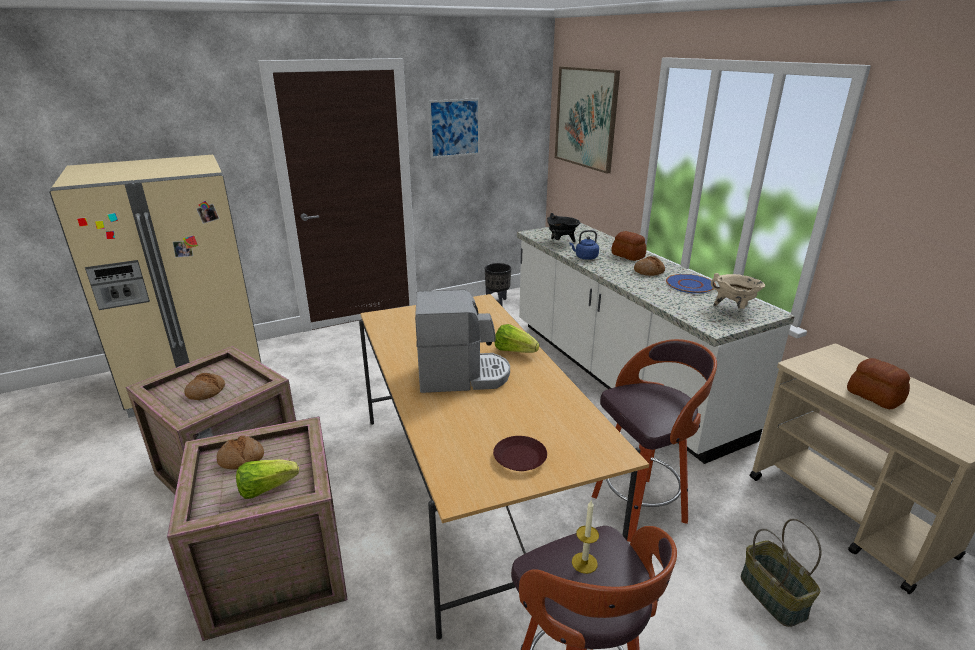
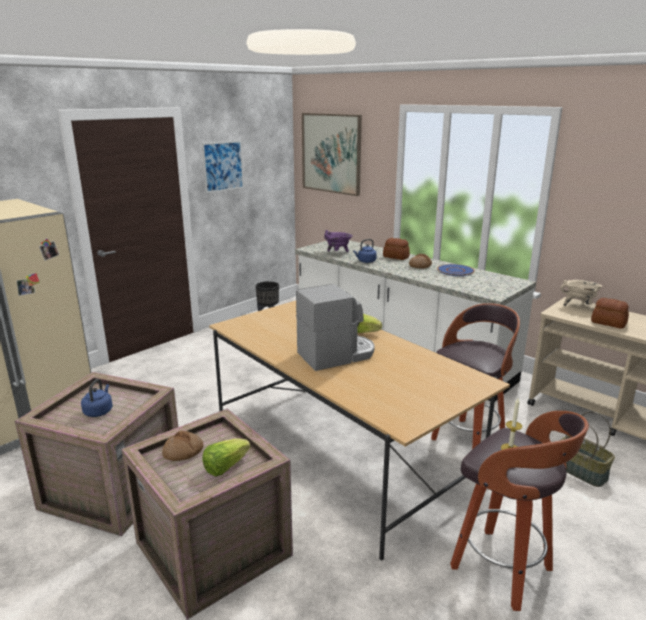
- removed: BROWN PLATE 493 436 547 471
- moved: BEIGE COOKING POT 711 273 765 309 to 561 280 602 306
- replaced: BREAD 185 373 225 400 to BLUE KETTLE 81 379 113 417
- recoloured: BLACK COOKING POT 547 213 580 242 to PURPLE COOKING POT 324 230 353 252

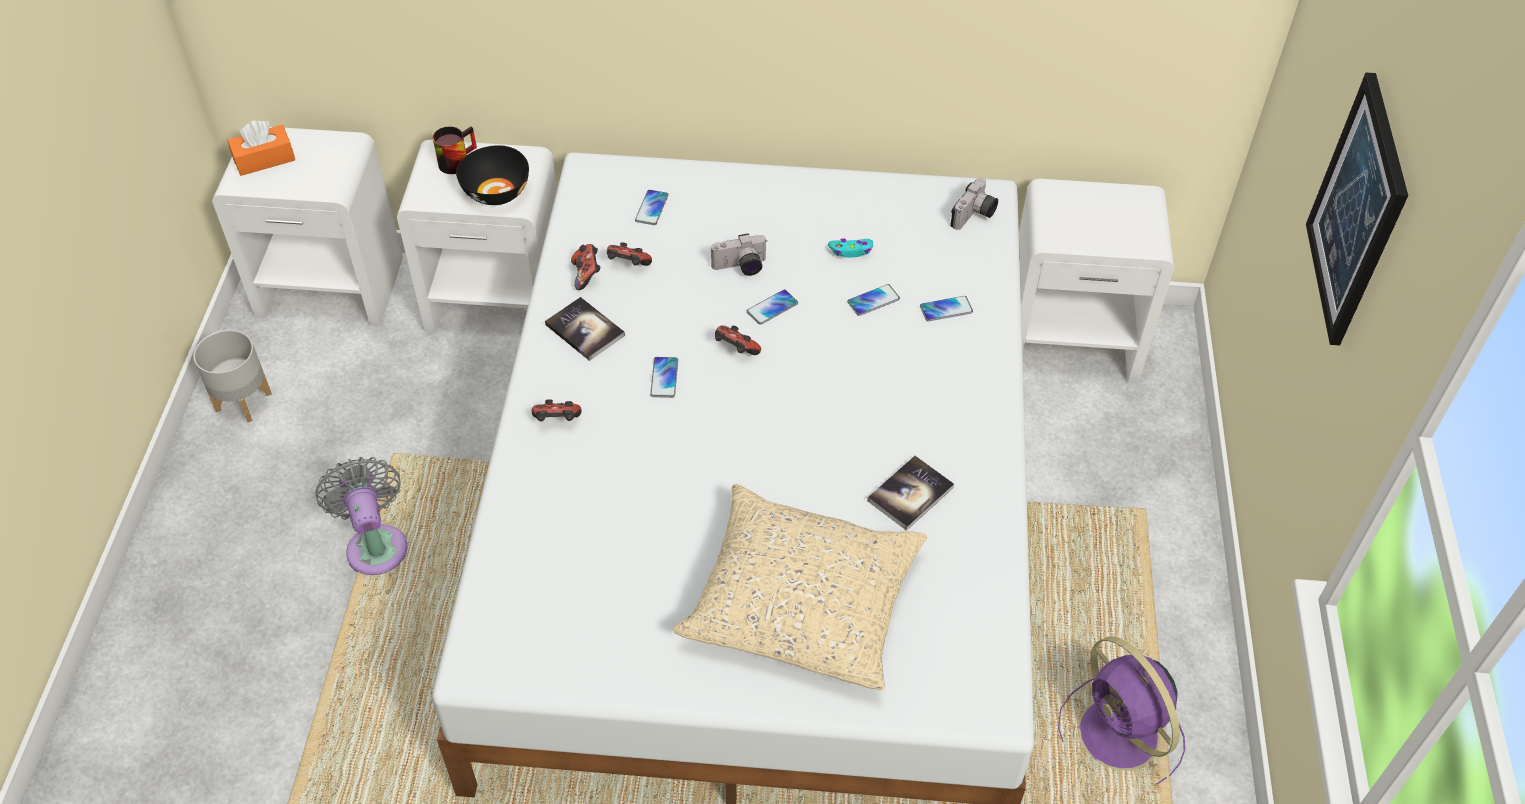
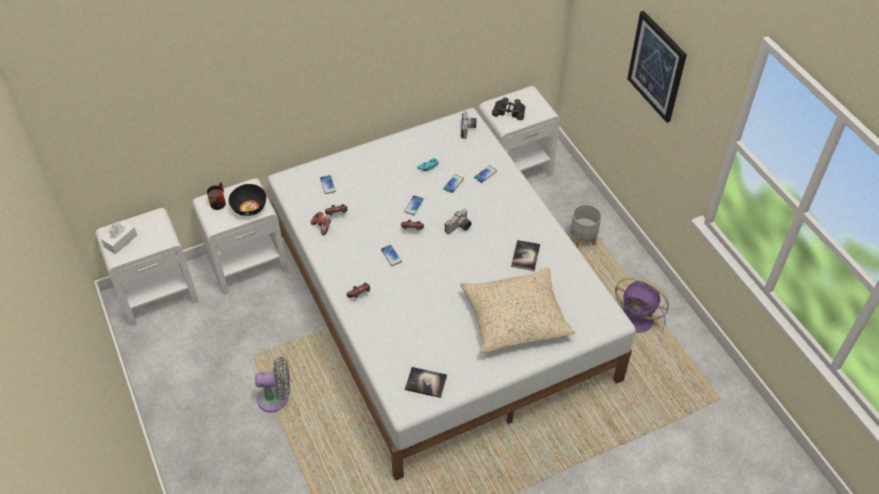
- added: BLACK BINOCULARS 492 97 525 120
- moved: GREY PLANTER 193 330 272 422 to 570 204 601 248
- moved: BOOK 545 297 625 361 to 405 367 447 398
- moved: PHOTO CAMERA 711 233 767 276 to 445 209 472 234
- recoloured: ORANGE TISSUE BOX 228 120 295 176 to WHITE TISSUE BOX 101 220 137 254
- turned: GREY FAN 315 457 408 575 = 255 357 290 413 135 degrees clockwise

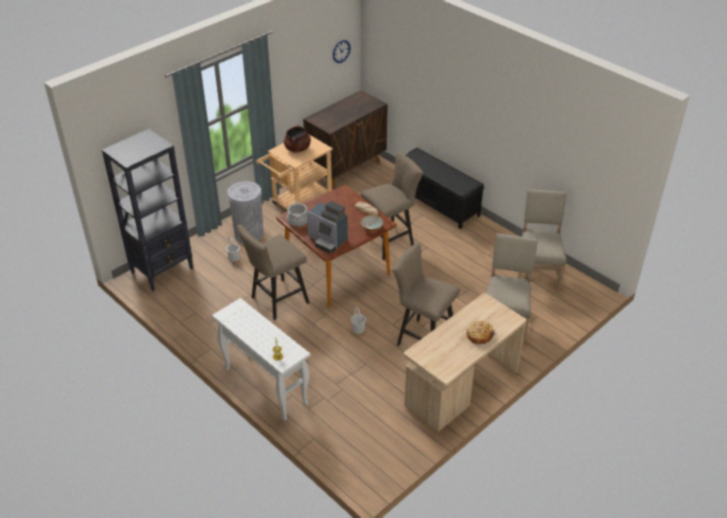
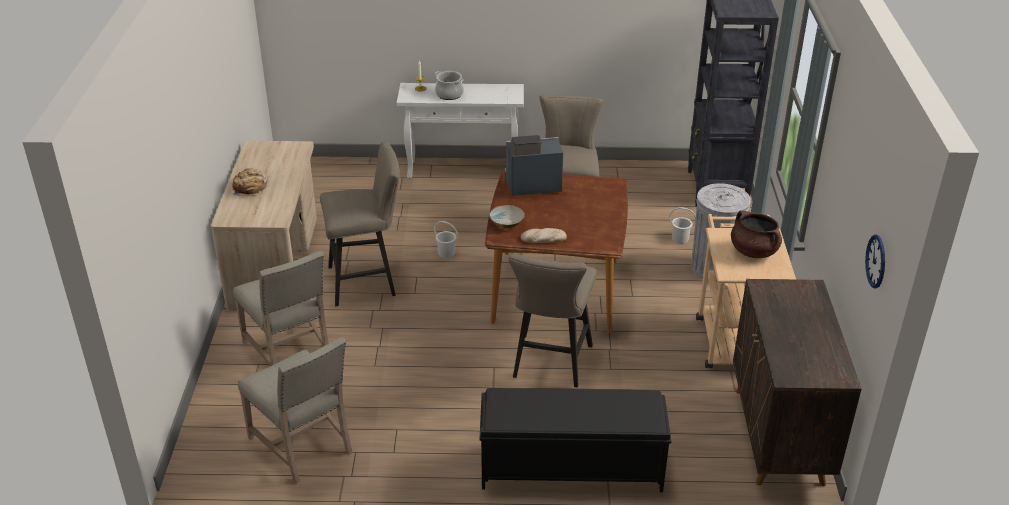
- moved: COOKING POT 287 201 307 227 to 435 71 464 100

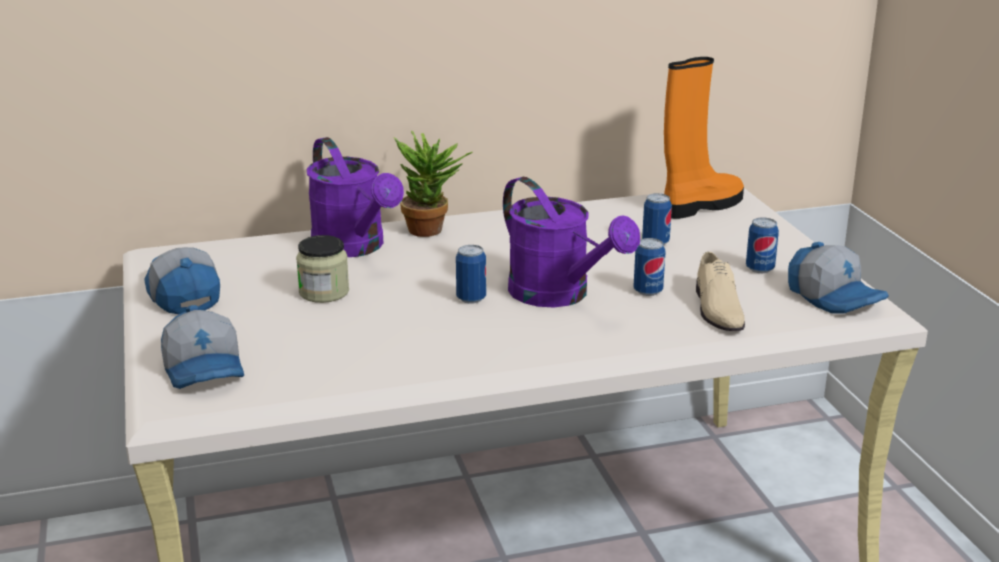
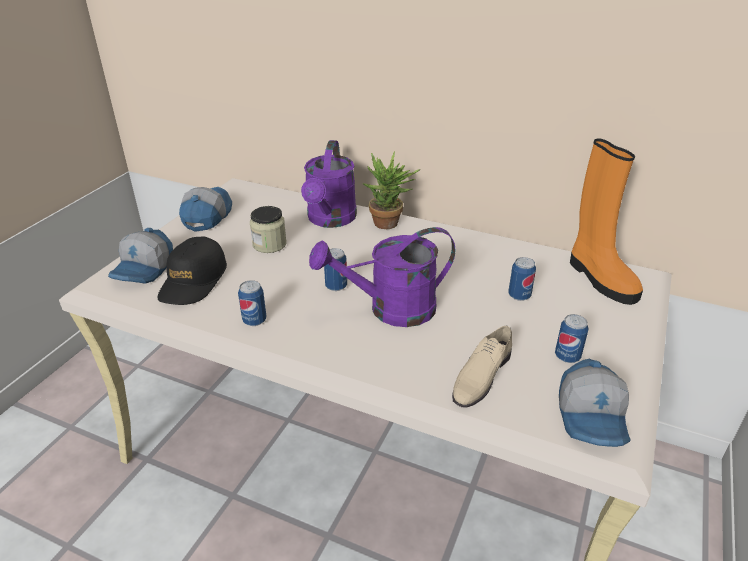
- added: BLACK CAP 158 237 227 305
- moved: CAN 634 238 665 296 to 238 280 267 326
- turned: PURPLE WATERING CAN 503 177 640 308 = 309 227 455 327 75 degrees clockwise
- turned: ORANGE BOOT 664 57 744 219 = 570 138 643 305 60 degrees clockwise

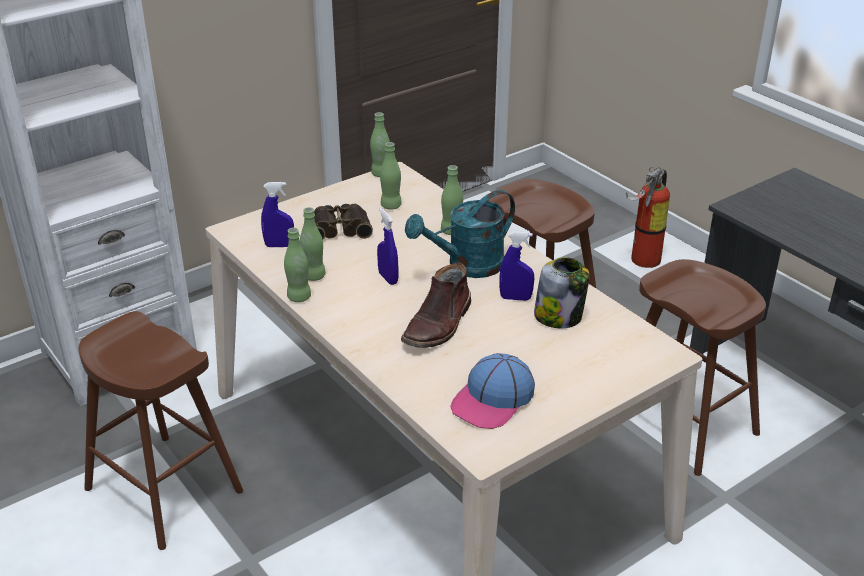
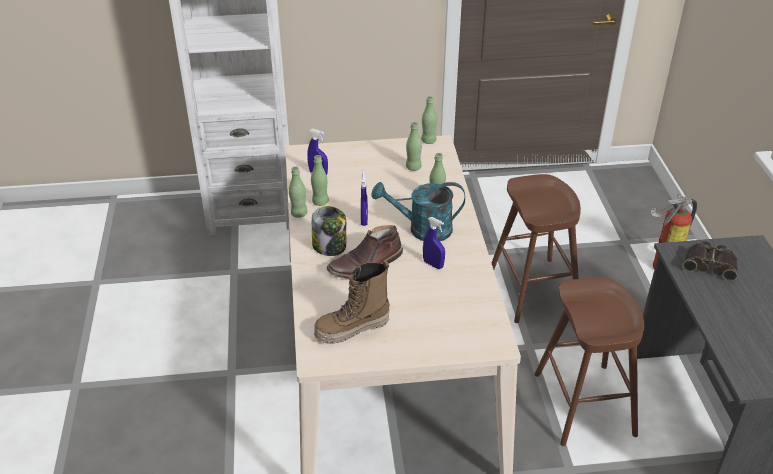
- removed: BROWN STOOL 79 311 243 550
- moved: BINOCULARS 314 204 373 240 to 683 242 738 281
- moved: JAR 534 257 590 329 to 312 206 347 256
- replaced: CAP 450 353 535 429 to BOOT 314 260 390 344

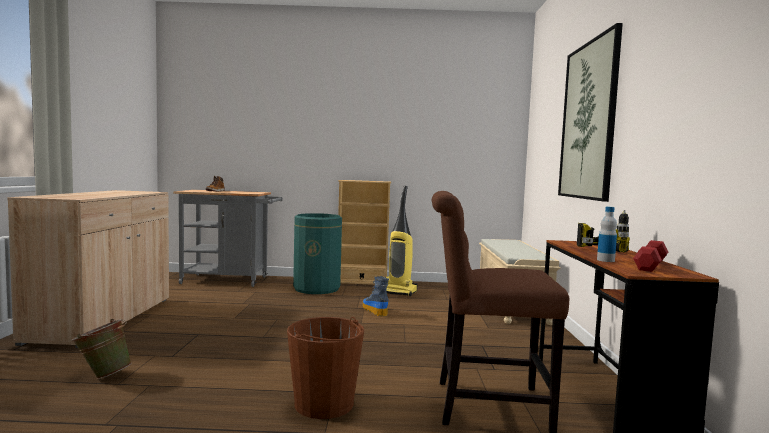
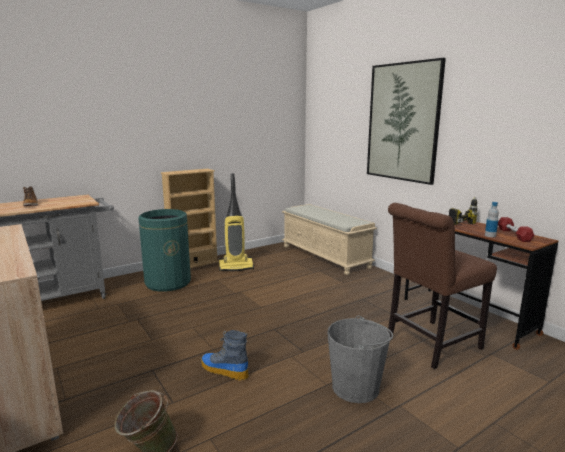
- moved: BOOT 363 276 389 317 to 201 330 249 380
- recoloured: BROWN BUCKET 287 317 364 419 to GREY BUCKET 327 316 393 403

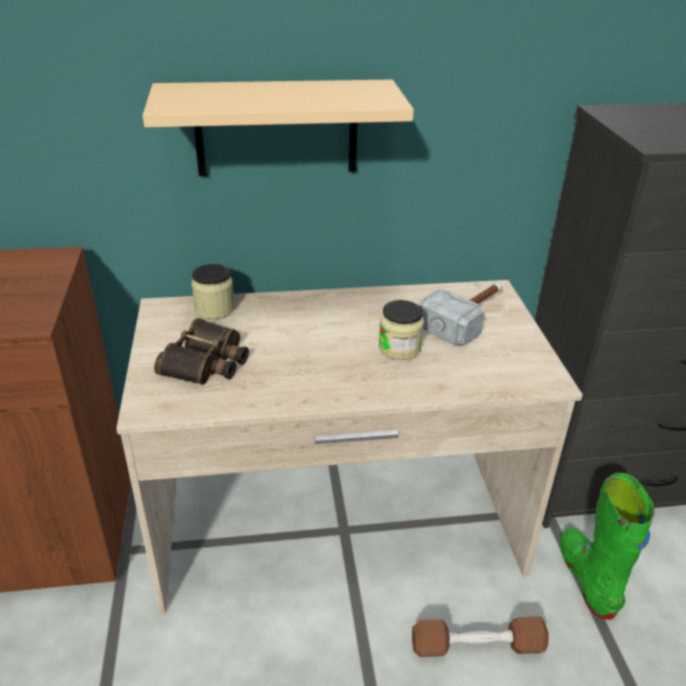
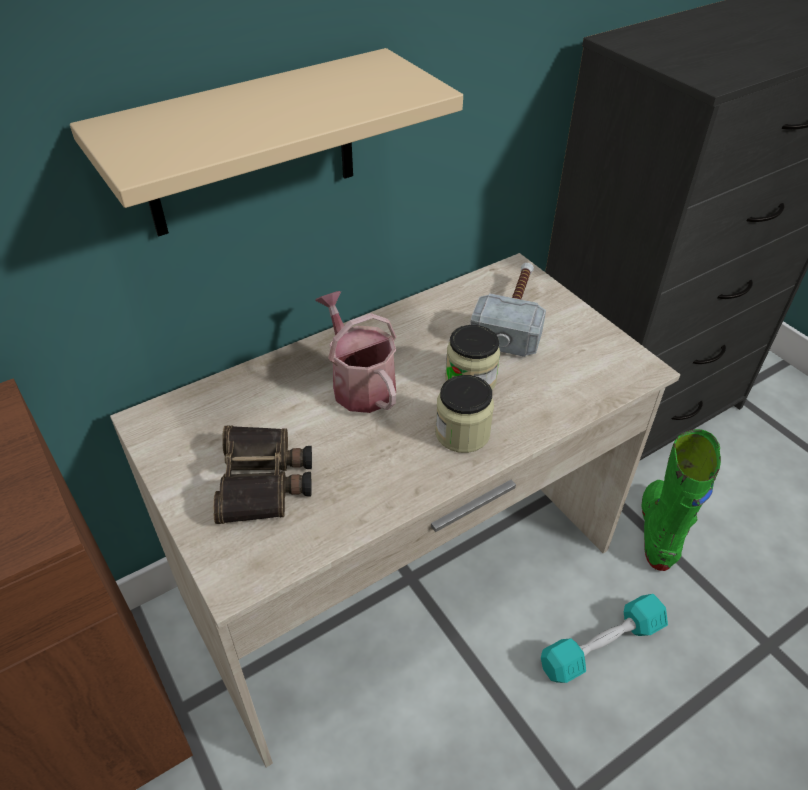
- added: WATERING CAN 315 291 396 413
- moved: JAR 191 264 235 319 to 435 375 494 453
- recoloured: BROWN DUMBBELL 412 616 549 657 to TURQUOISE DUMBBELL 541 594 668 683
- turned: GREEN BOOT 560 473 654 620 = 642 429 721 571 45 degrees clockwise

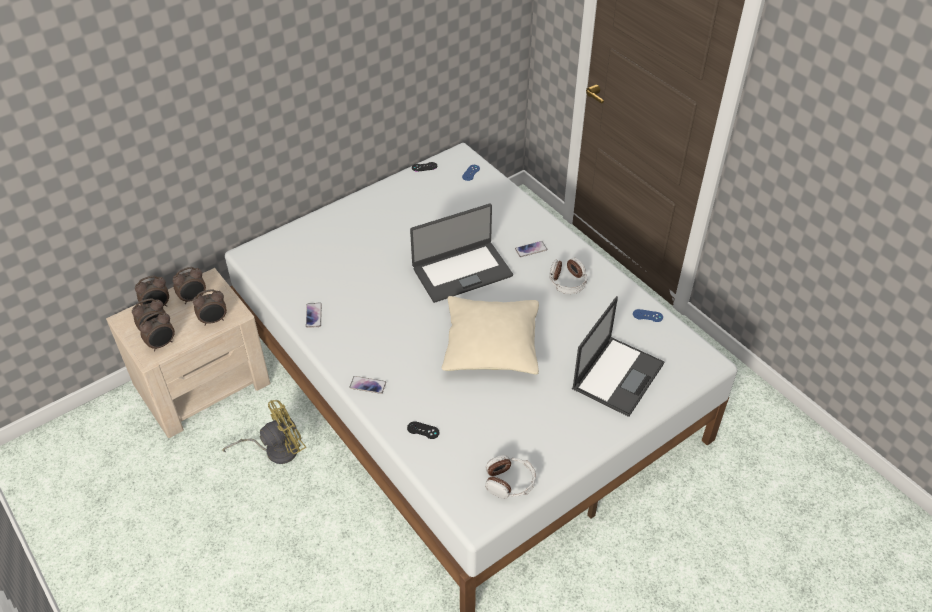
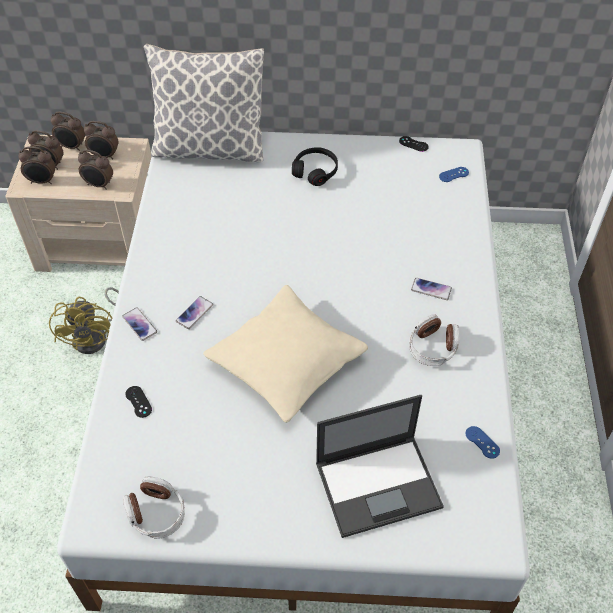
- removed: LAPTOP 410 204 513 303
- added: PILLOW 144 44 264 162
- added: BLACK HEADPHONES 292 147 338 186
- moved: PHONE 306 303 322 328 to 176 296 213 329
- turned: YELLOW FAN 222 400 306 464 = 49 287 119 354 75 degrees clockwise

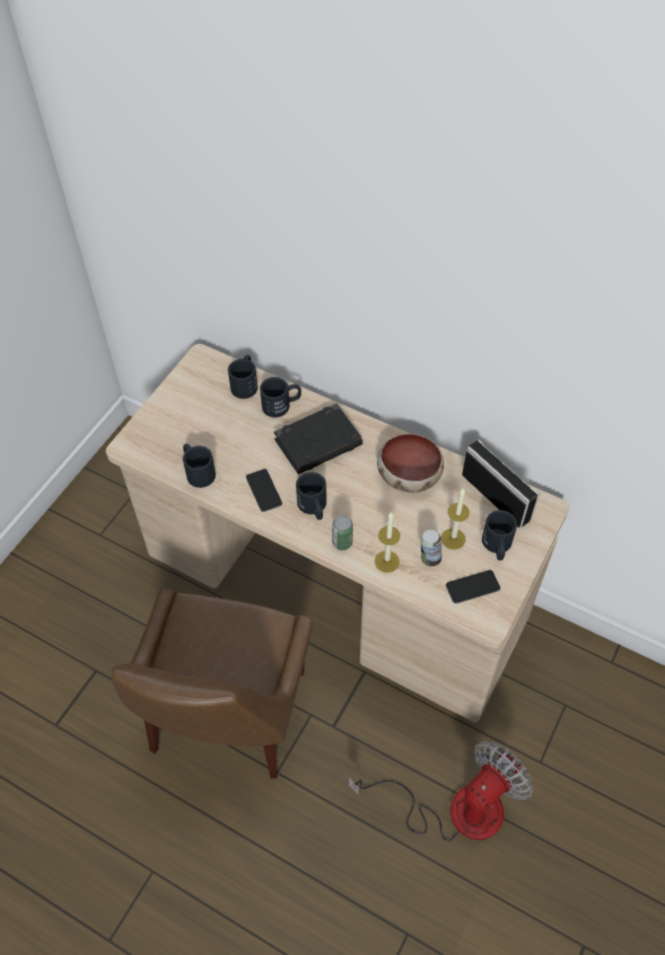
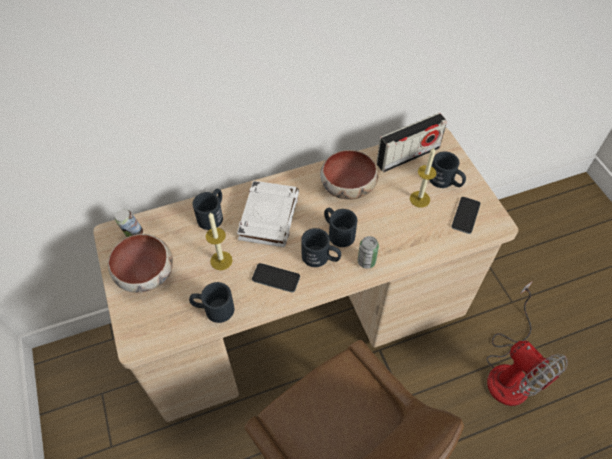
- added: BOWL 108 234 173 293
- moved: BLACK MUG 228 355 258 399 to 324 208 357 247
- moved: CANDLE 375 511 400 573 to 206 212 233 270
- moved: CAN 420 530 442 566 to 115 209 143 237
- recoloured: BLACK BOOK 274 403 363 474 to WHITE BOOK 237 181 299 247
- turned: FAN 348 741 533 842 = 486 281 568 406 150 degrees clockwise
- turned: RADIO 462 439 540 528 = 376 113 447 172 150 degrees clockwise

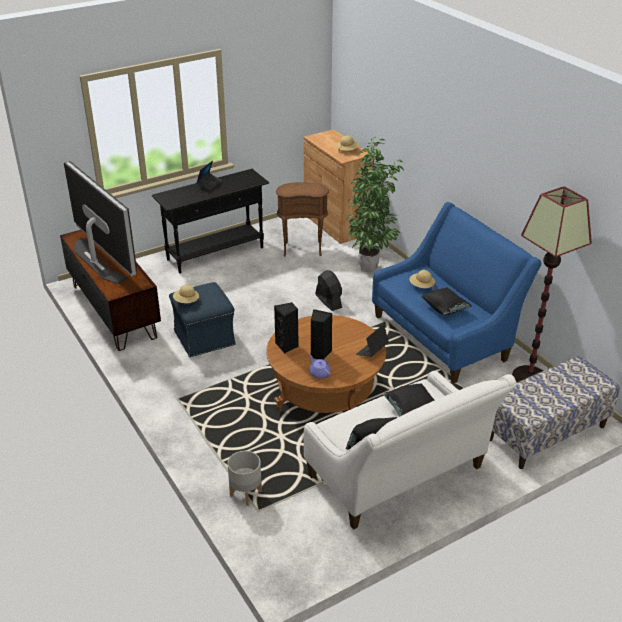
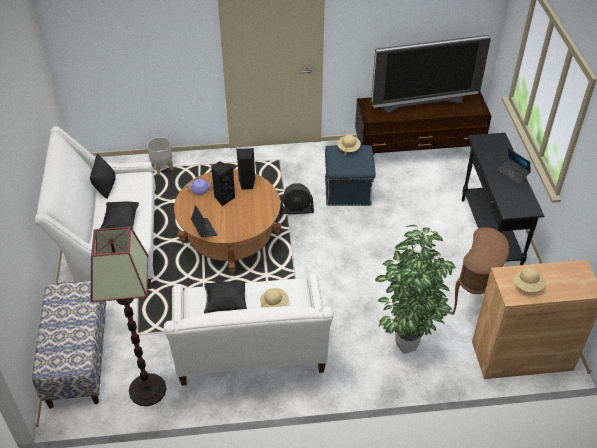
- moved: BLACK FAN 316 270 342 311 to 280 183 314 215
- recoloured: BLUE SOFA 372 202 541 384 to WHITE SOFA 164 274 333 386

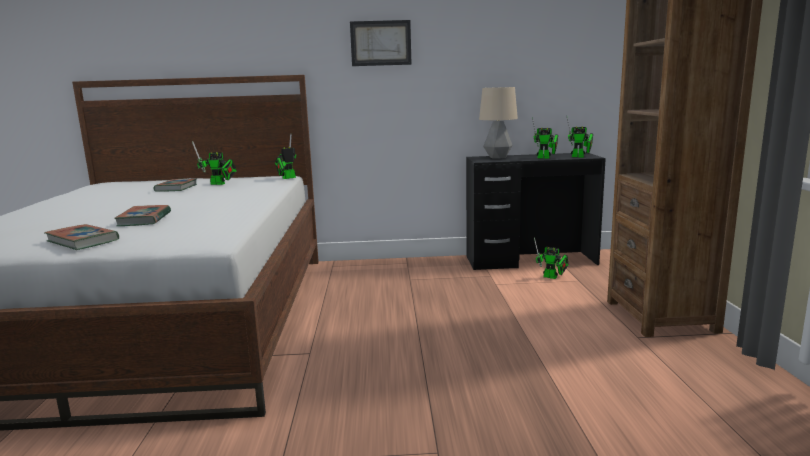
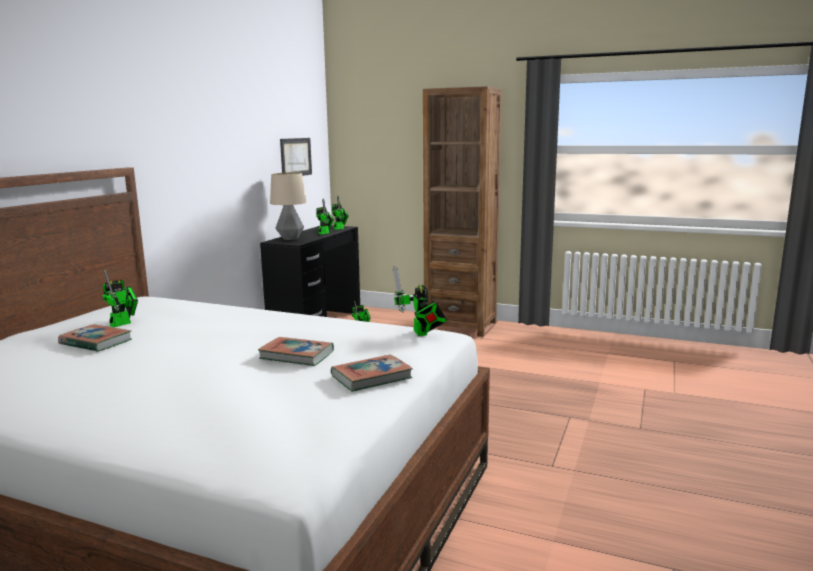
- moved: TOY ROBOT 275 134 296 179 to 393 265 447 336
- moved: PICTURE 350 20 412 66 to 280 138 312 176

